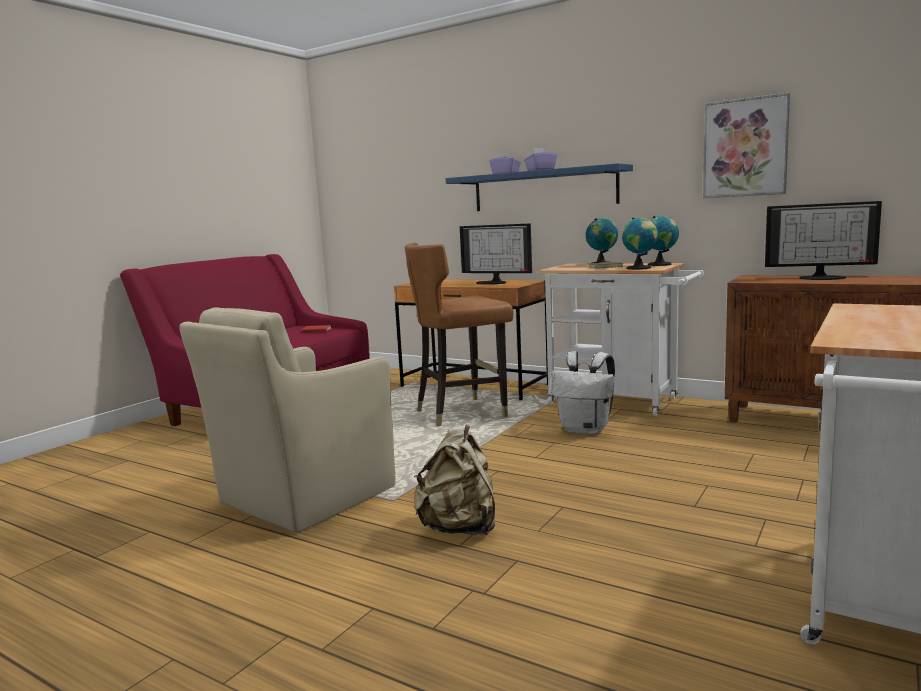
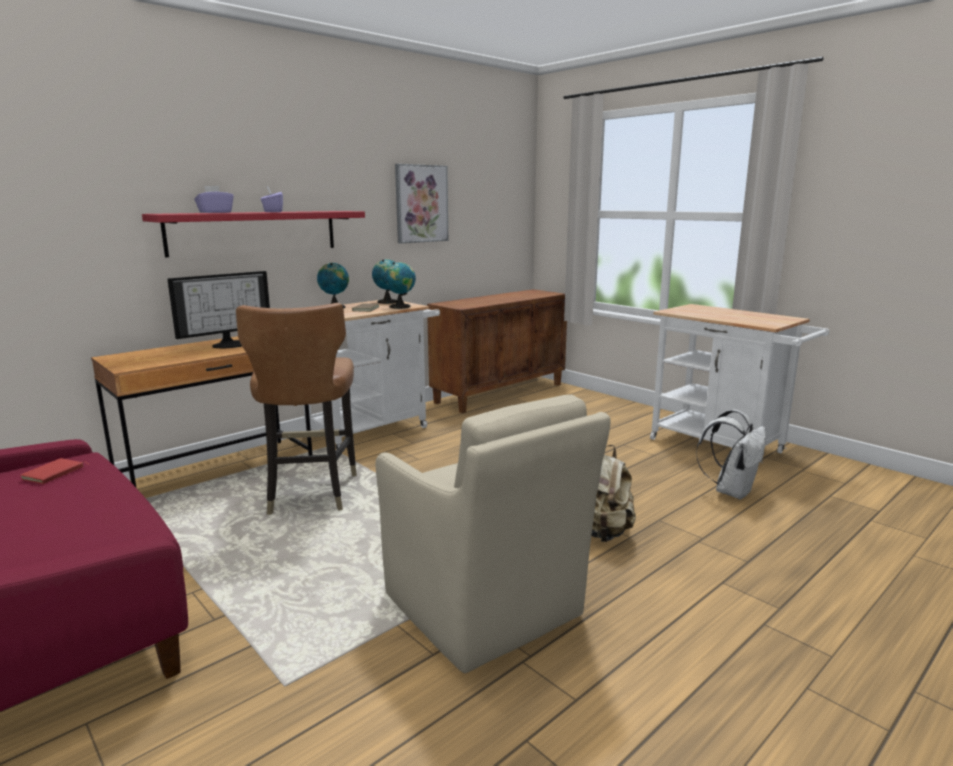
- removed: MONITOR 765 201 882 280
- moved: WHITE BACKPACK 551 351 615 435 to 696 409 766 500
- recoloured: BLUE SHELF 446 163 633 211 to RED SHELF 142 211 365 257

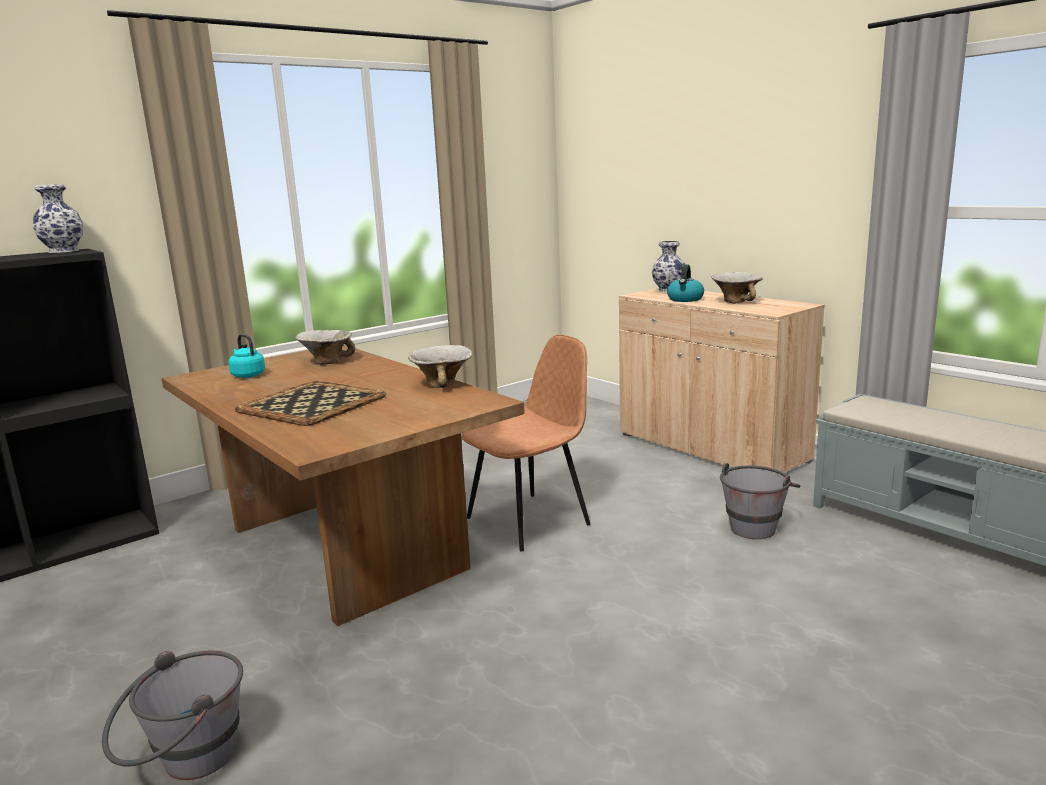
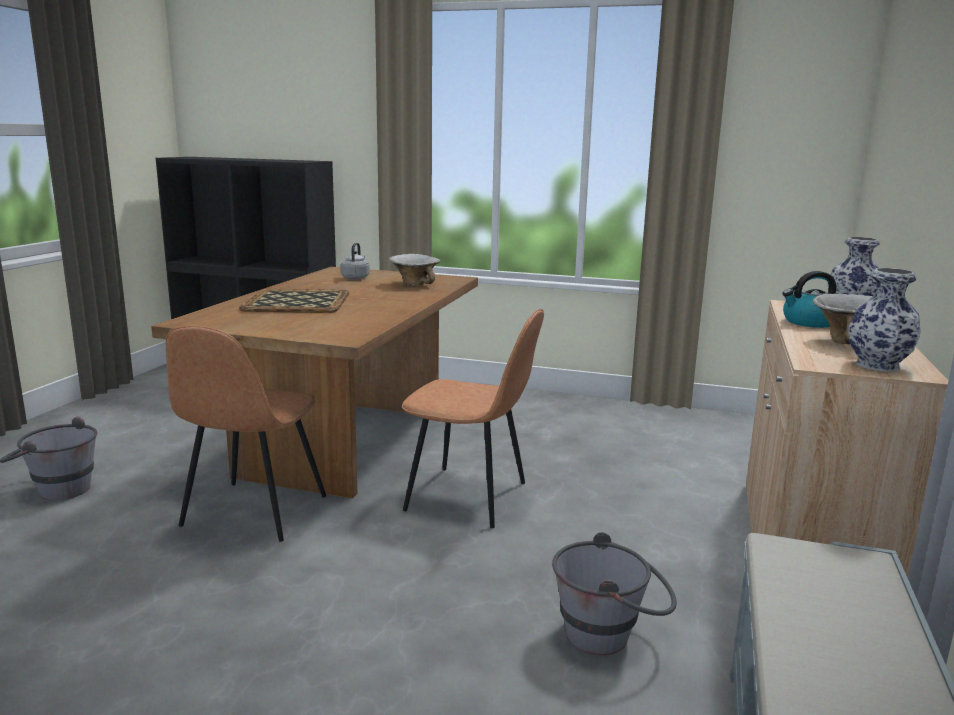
- removed: BOWL 408 345 472 388
- added: BROWN CHAIR 166 326 326 542
- moved: VASE 33 184 83 253 to 848 268 920 372
- recoloured: TURQUOISE KETTLE 229 334 265 378 to GREY KETTLE 341 243 370 279

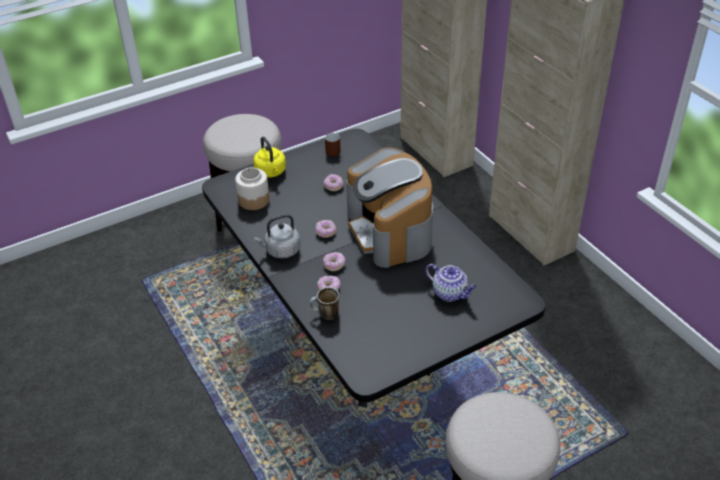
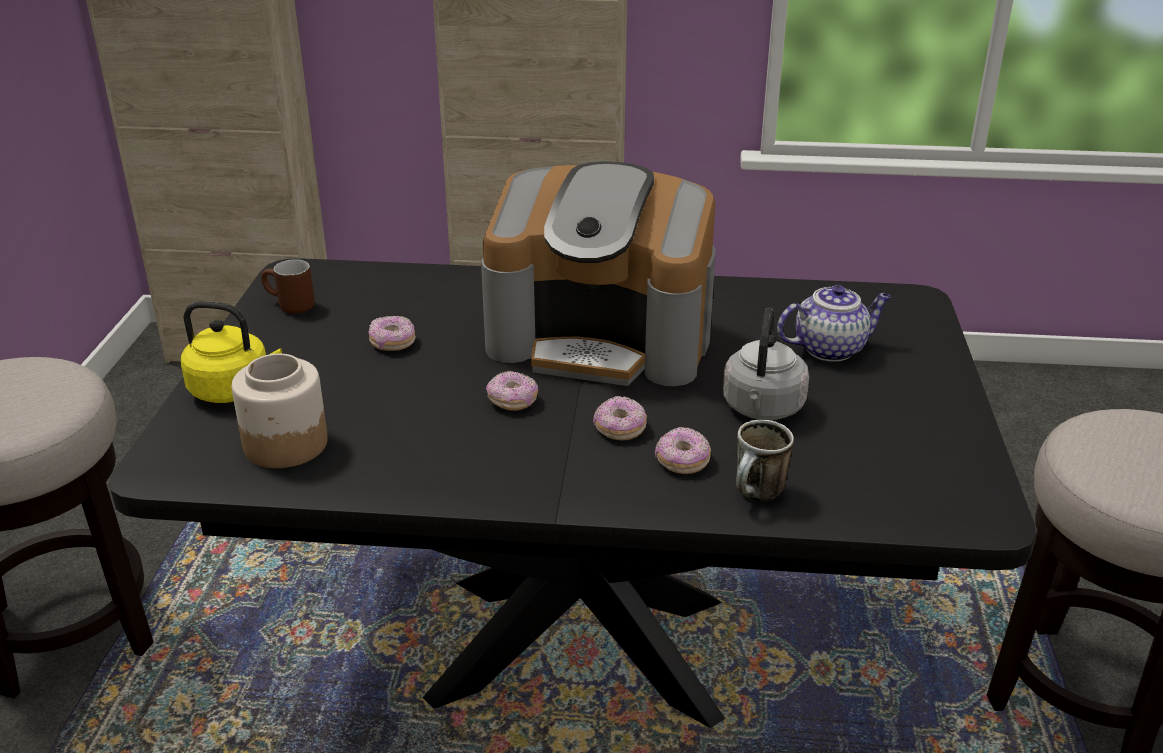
- moved: GREY KETTLE 254 214 301 258 to 723 308 809 420

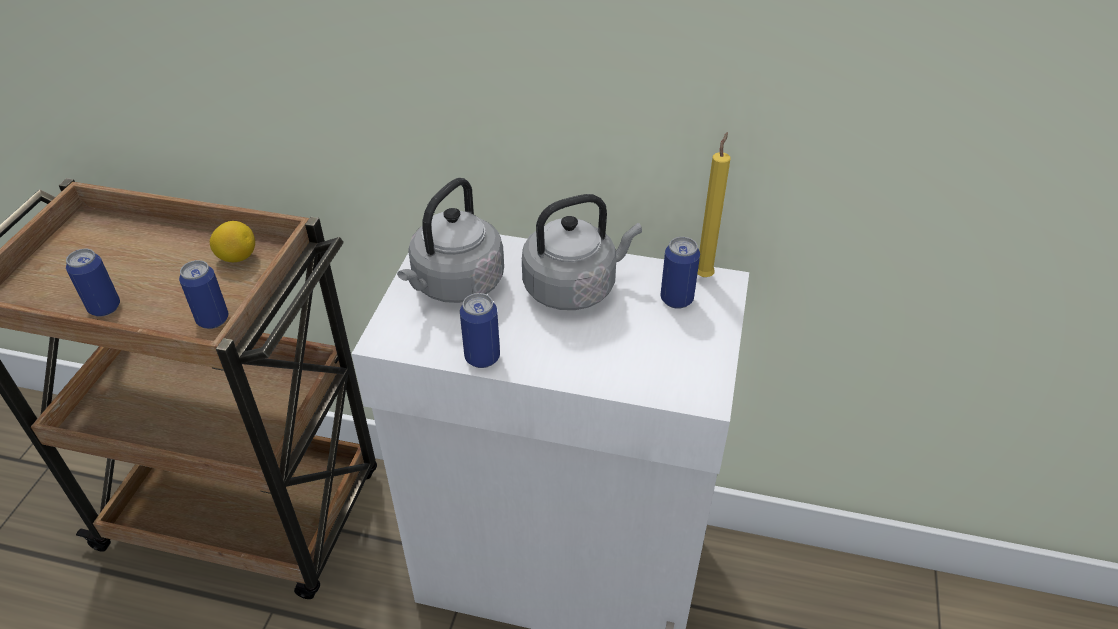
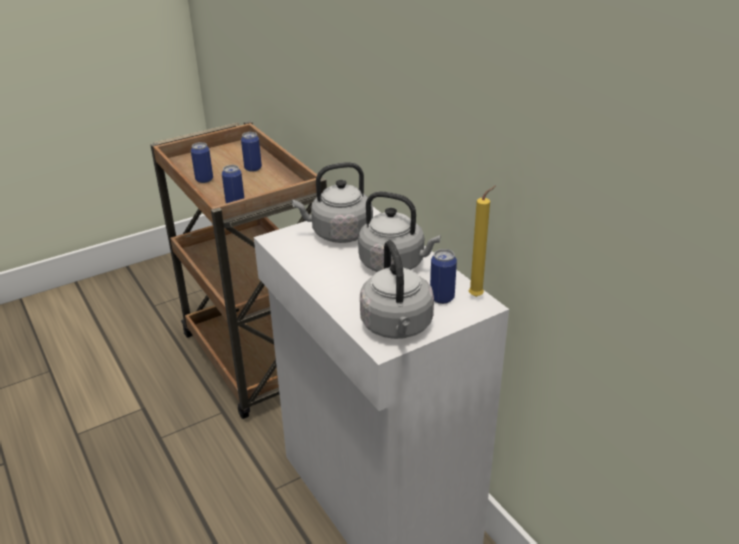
- removed: LEMON 210 221 255 262
- added: GREY KETTLE 360 240 434 339
- moved: CAN 460 293 500 368 to 241 132 262 172

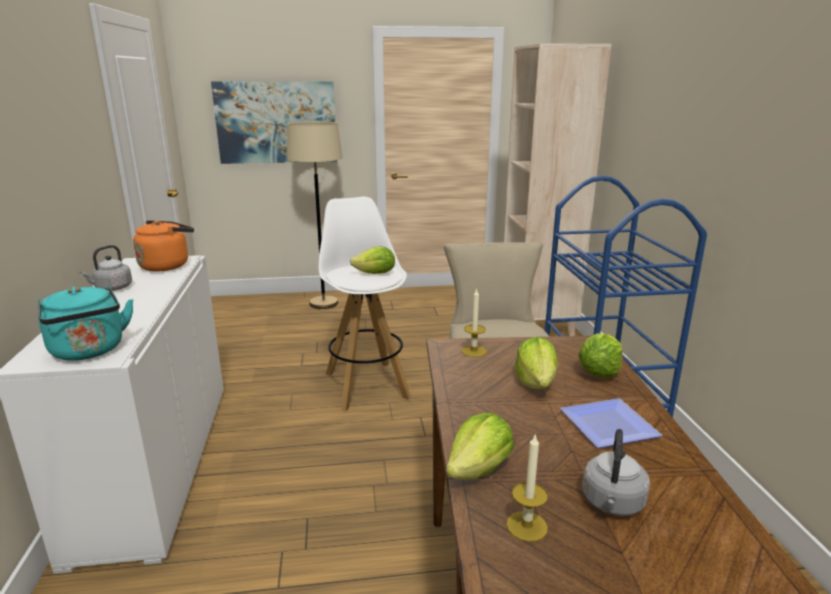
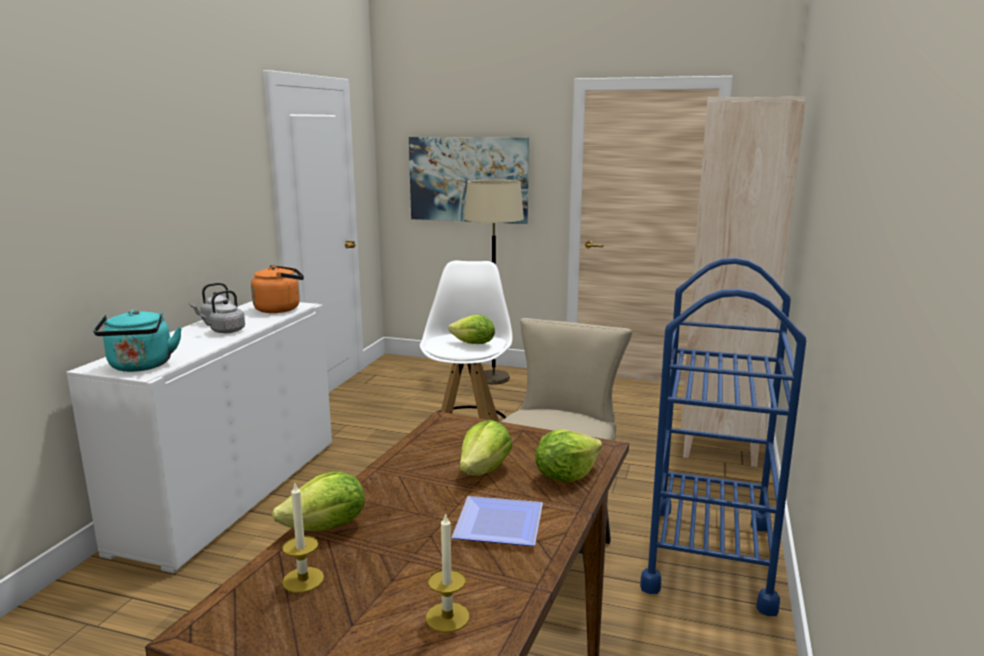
- moved: CANDLE 461 288 487 357 to 426 512 469 633
- moved: GREY KETTLE 582 429 650 516 to 199 290 245 333

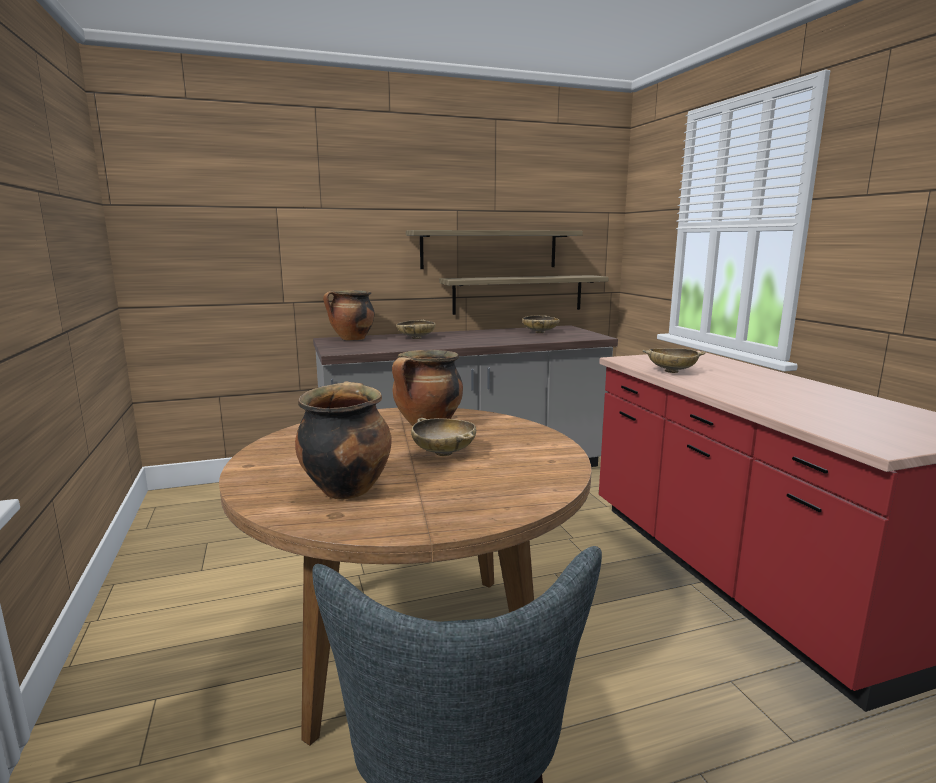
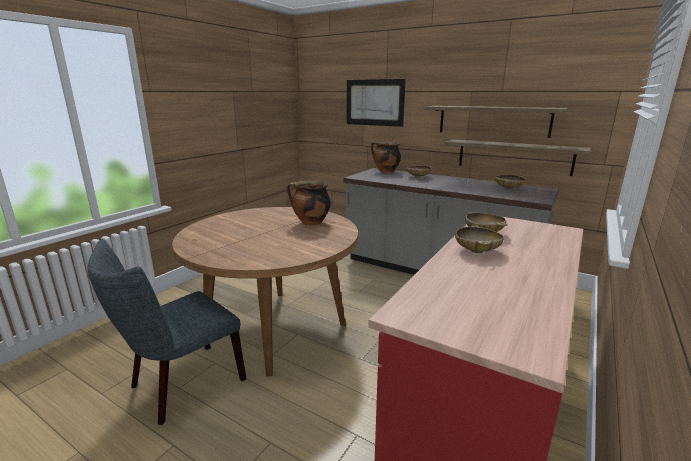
- removed: COOKING POT 295 381 392 500
- added: PICTURE 347 79 406 127
- moved: BEIGE BOWL 411 418 476 456 to 455 225 504 253

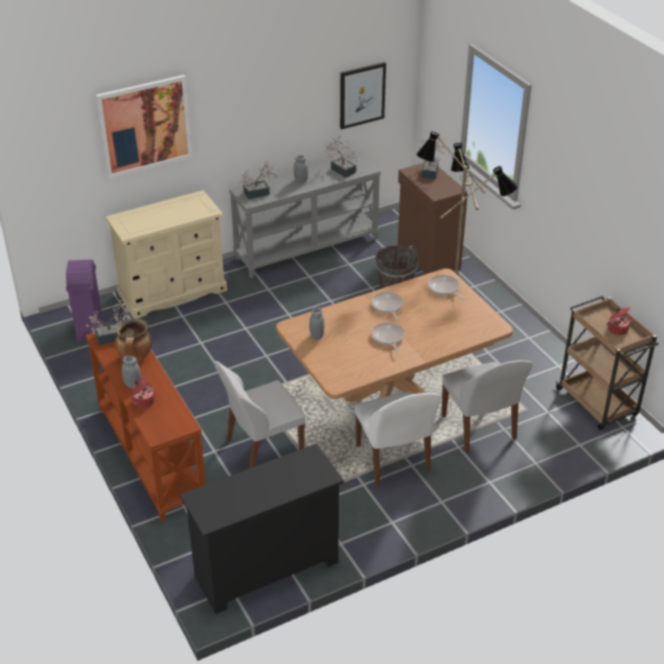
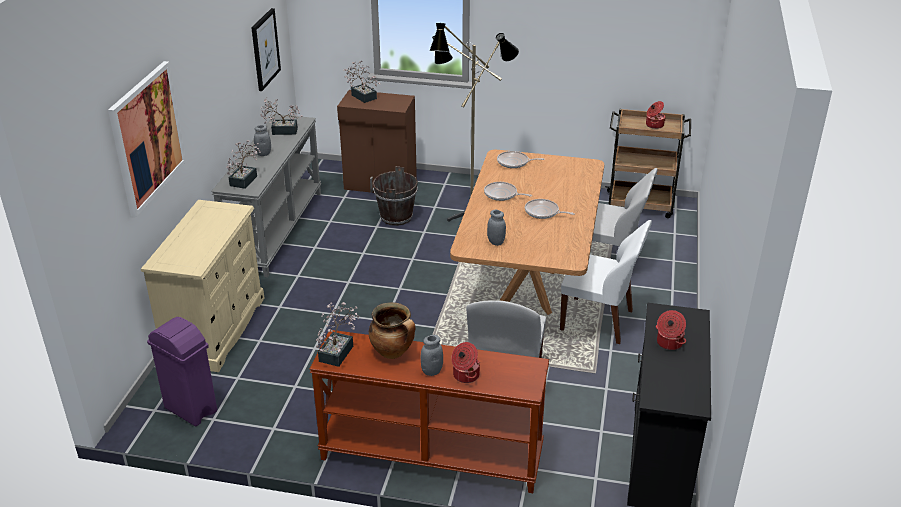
- added: COOKING POT 656 310 686 350

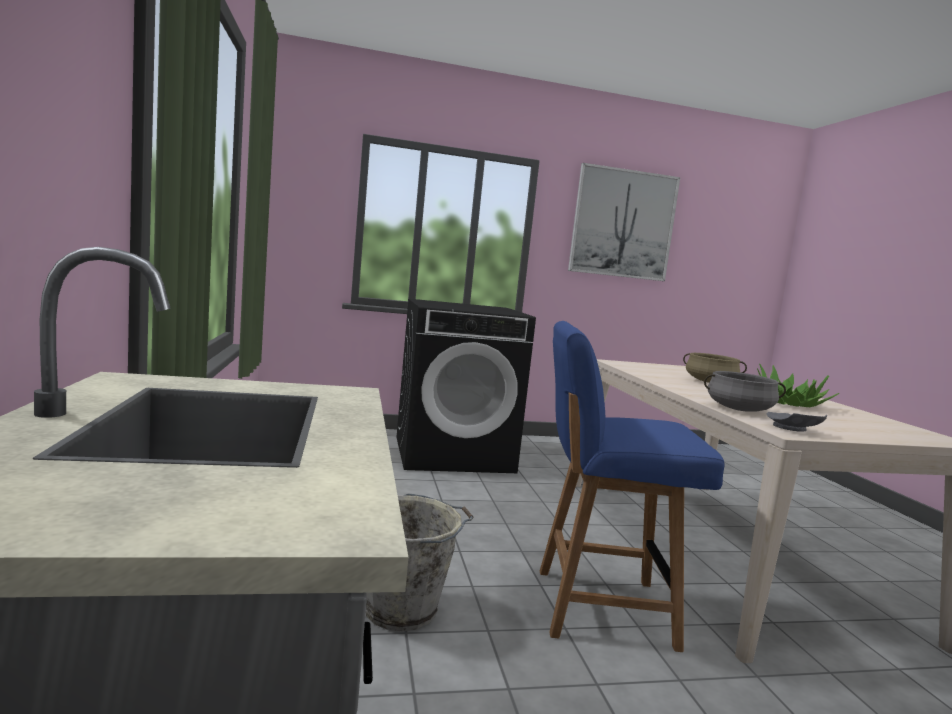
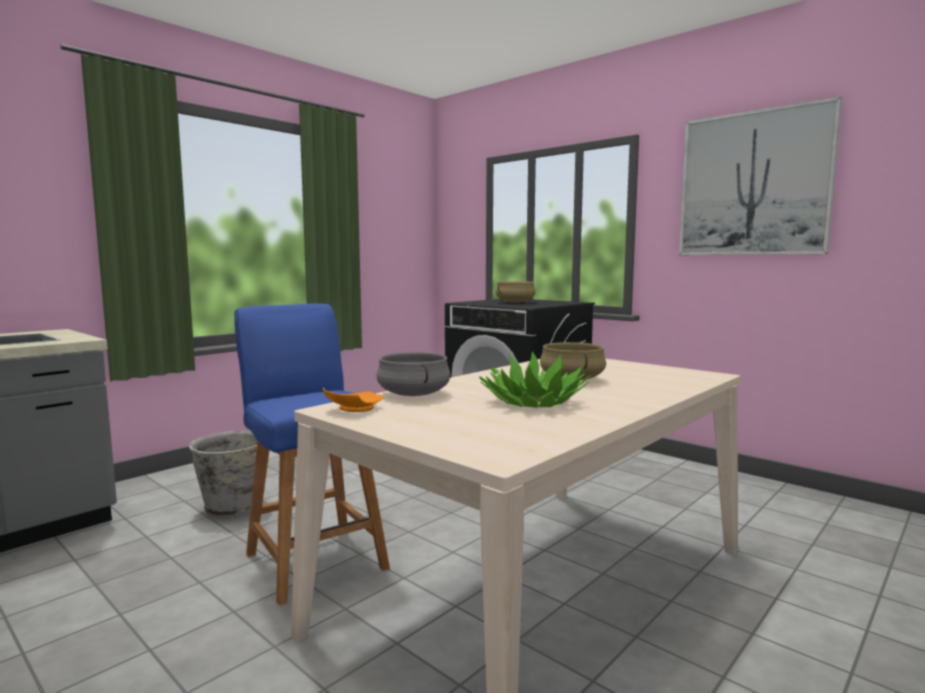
- added: BEIGE COOKING POT 496 281 536 303
- recoloured: GREY PLATE 767 412 827 432 to ORANGE PLATE 323 388 384 412

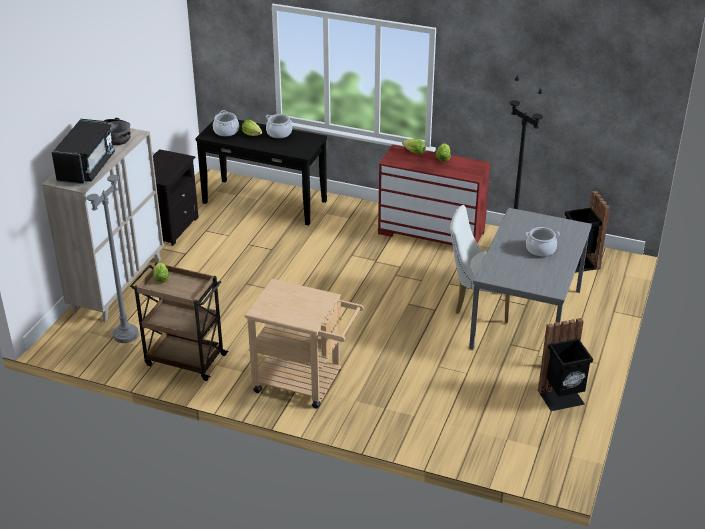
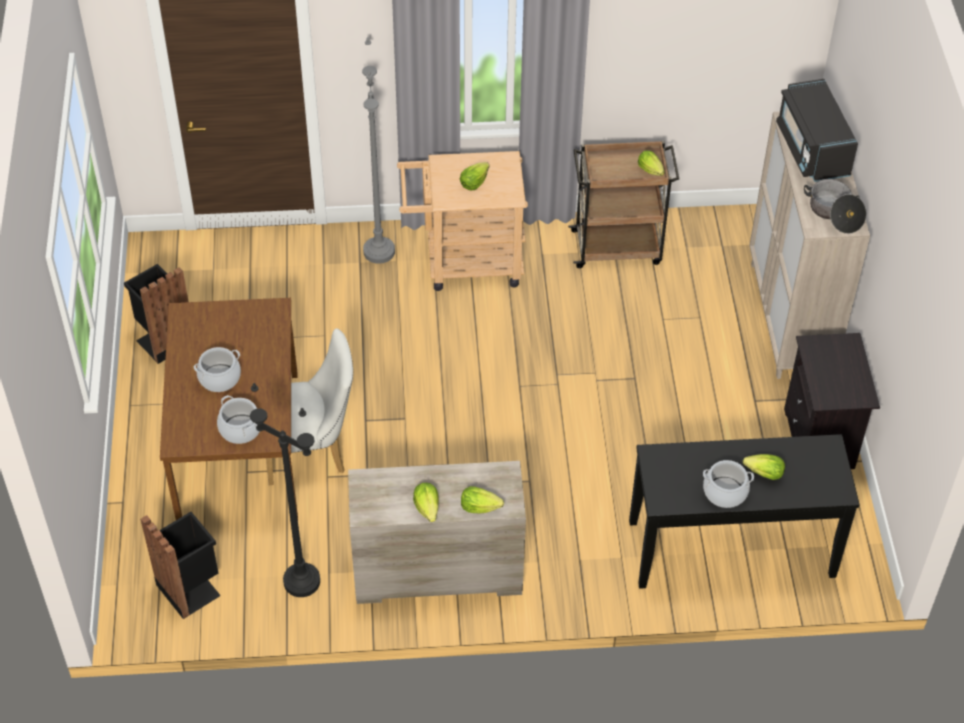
- added: LETTUCE 460 162 489 190
- moved: GREY FLOOR LAMP 86 149 138 343 to 362 37 395 264
- moved: COOKING POT 213 110 239 137 to 217 395 260 444
- recoloured: RED DRESSER 378 144 491 245 to BEIGE DRESSER 348 461 526 604
- recoloured: GREY DINING TABLE 469 208 592 350 to BROWN DINING TABLE 160 298 298 520

